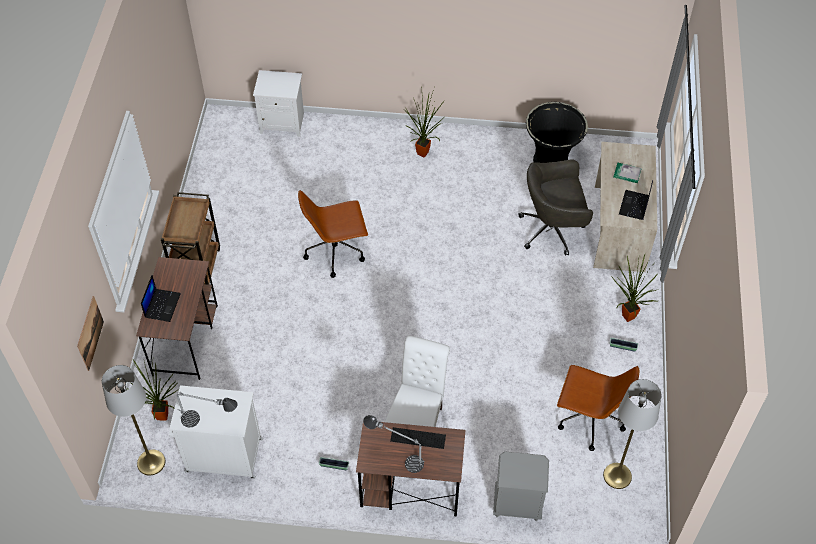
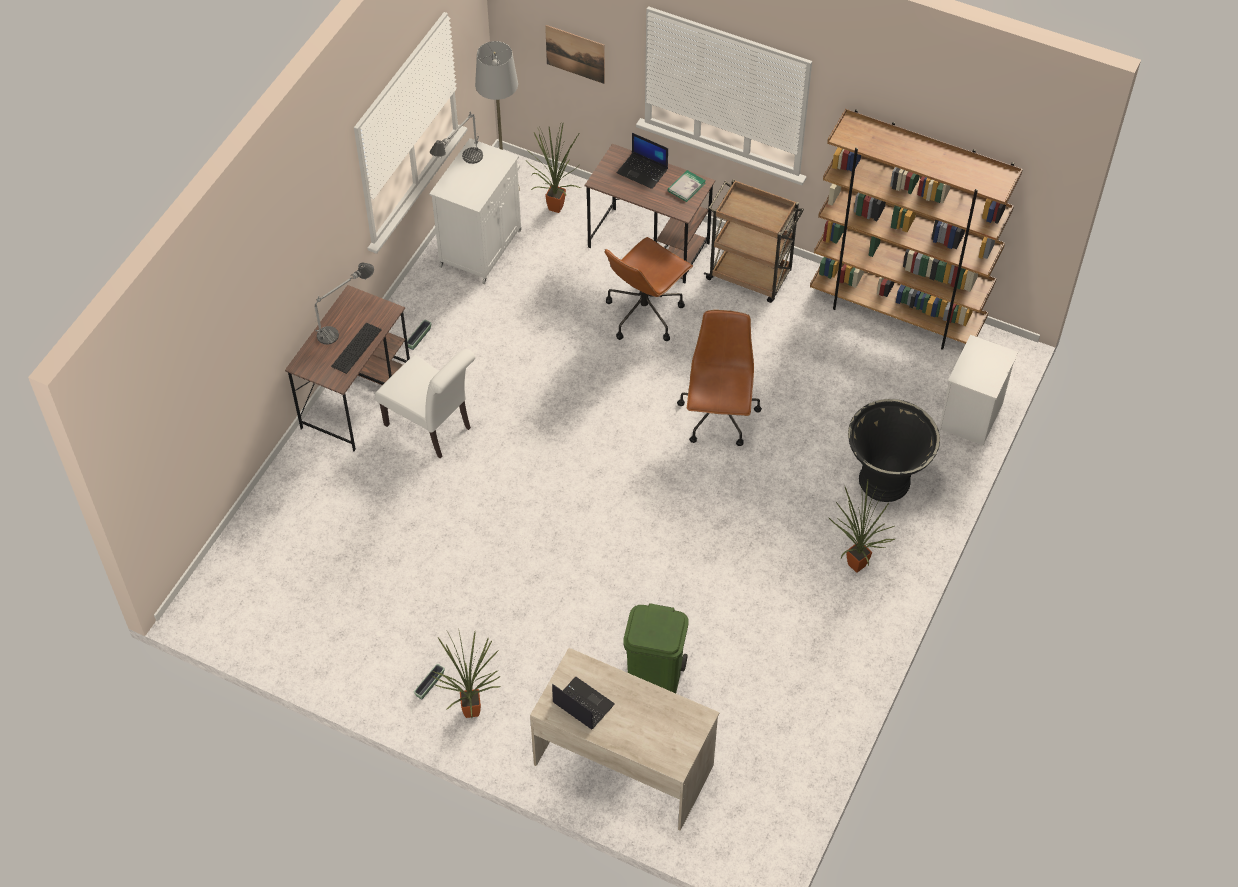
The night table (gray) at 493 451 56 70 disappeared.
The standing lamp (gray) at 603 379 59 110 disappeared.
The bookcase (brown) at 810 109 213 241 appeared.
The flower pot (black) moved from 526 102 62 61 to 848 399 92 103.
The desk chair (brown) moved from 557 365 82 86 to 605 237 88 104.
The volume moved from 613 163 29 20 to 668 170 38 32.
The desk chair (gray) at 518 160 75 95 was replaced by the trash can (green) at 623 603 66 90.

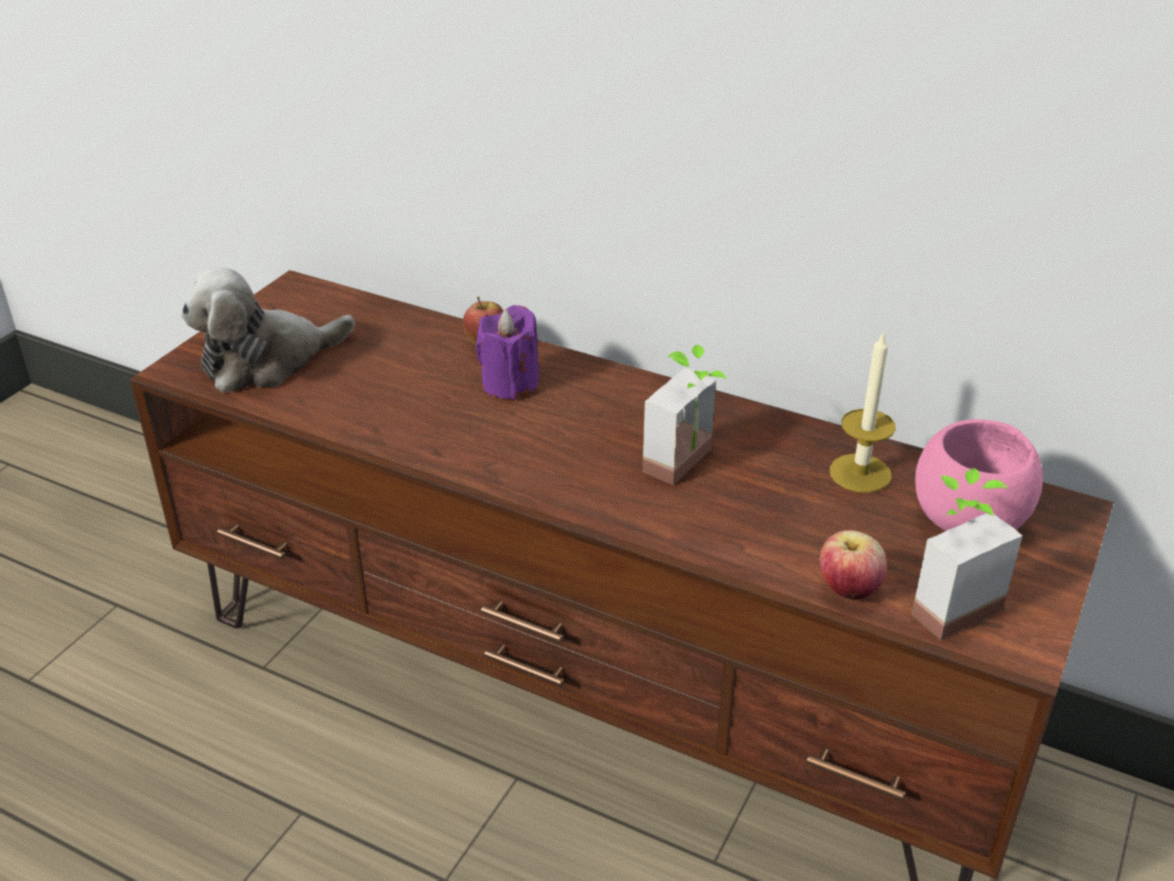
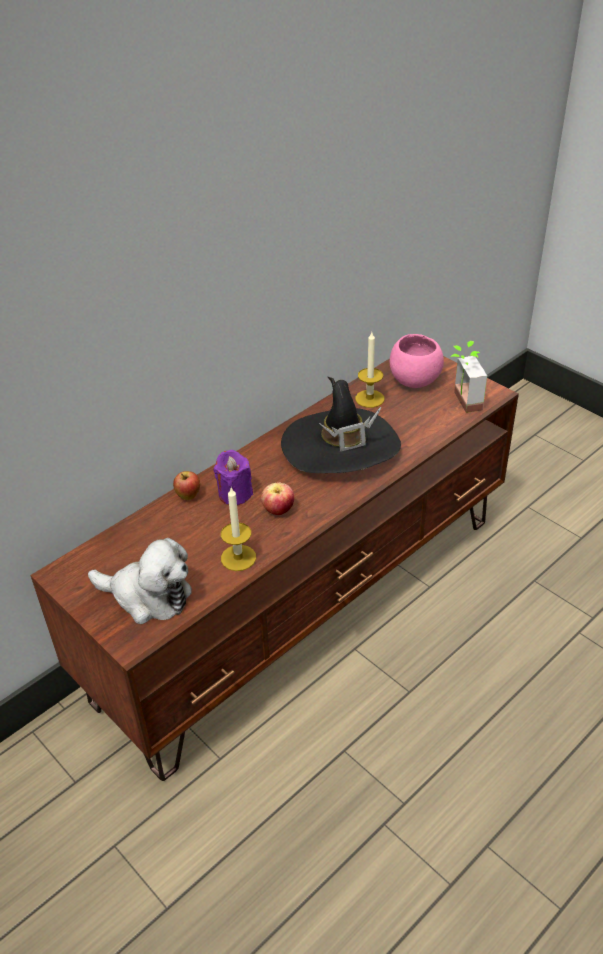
The wax light at 221 488 35 83 appeared.
The apple fruit moved from 819 530 68 69 to 261 482 33 33.
The plant in a pot at 642 345 85 140 was replaced by the clothing hat (black) at 281 376 120 97.
The plush toy at 181 268 174 125 turned 60 degrees counterclockwise.

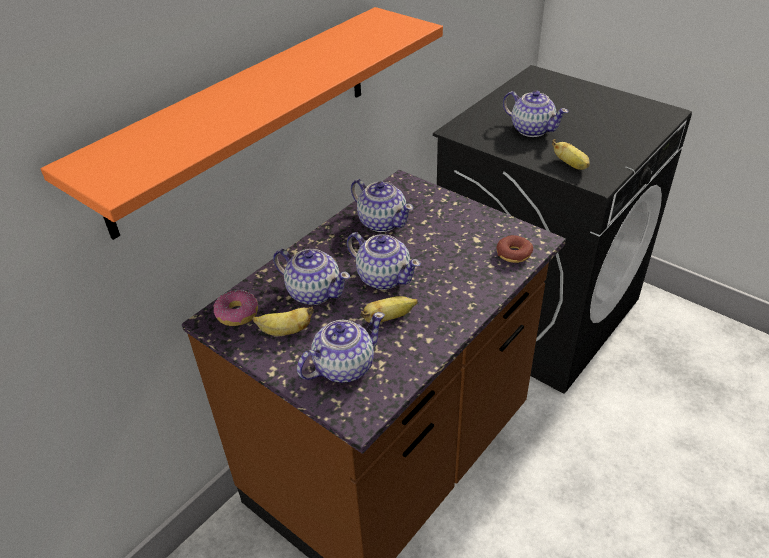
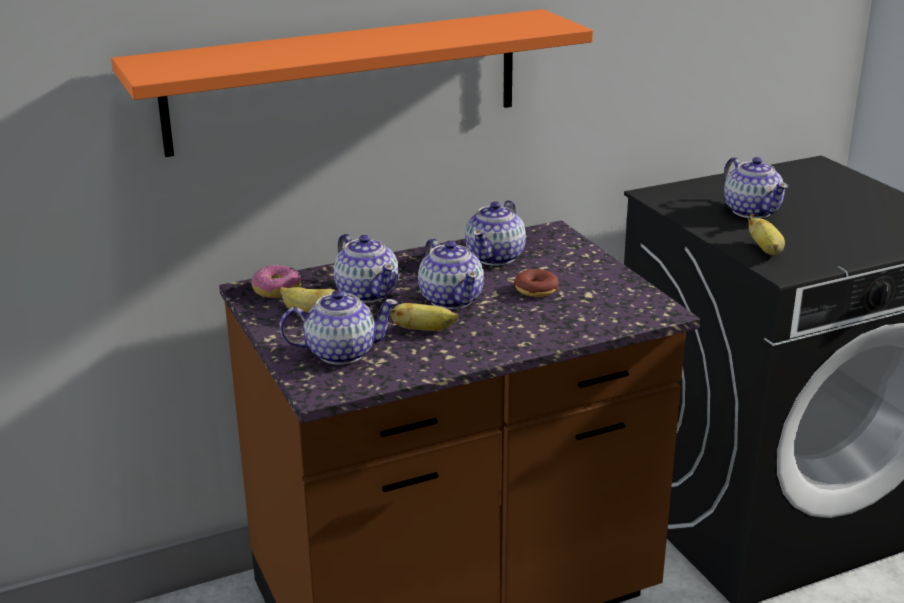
The donut moved from 496 235 37 28 to 514 269 45 28.
The tea pot at 351 179 62 53 turned 45 degrees clockwise.

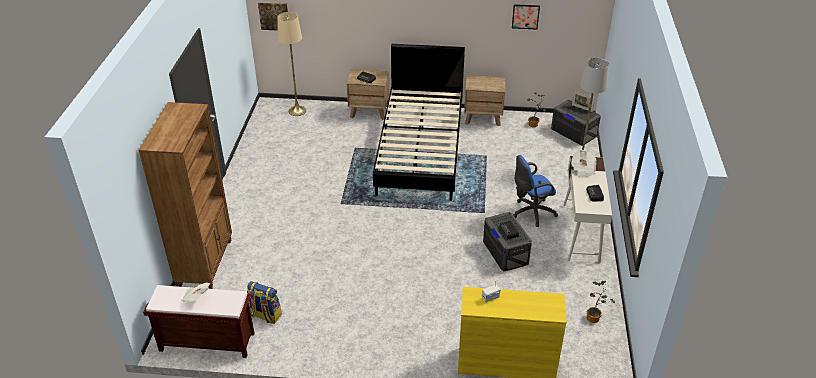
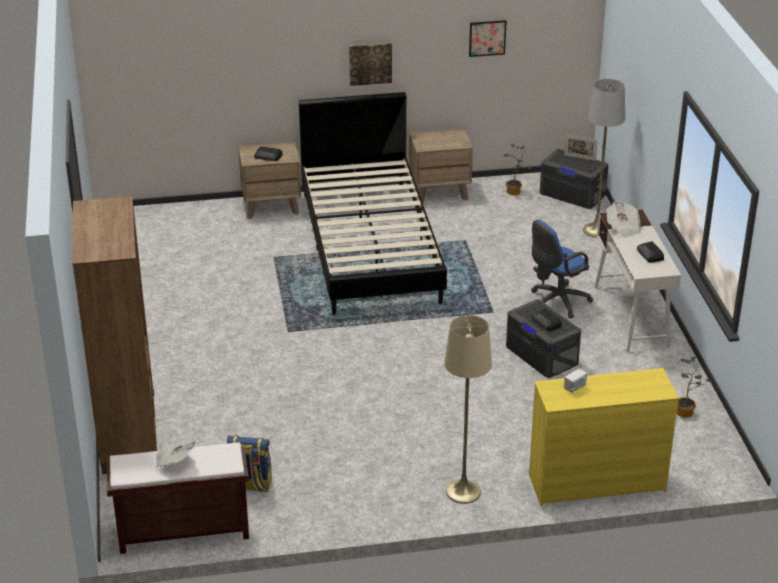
The wall picture moved from 258 2 30 29 to 349 43 43 43.
The standing lamp (sand-coloured) moved from 277 12 29 104 to 444 315 48 189.

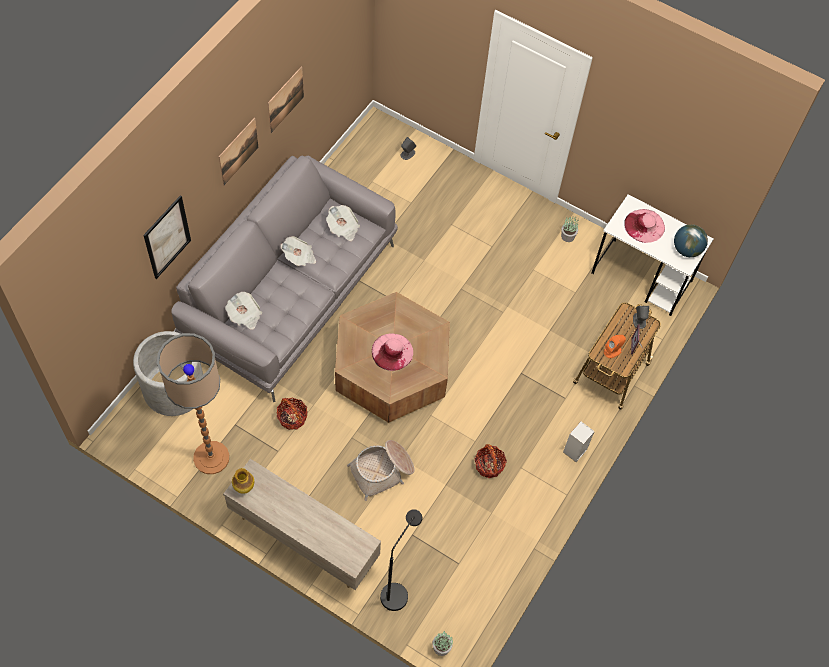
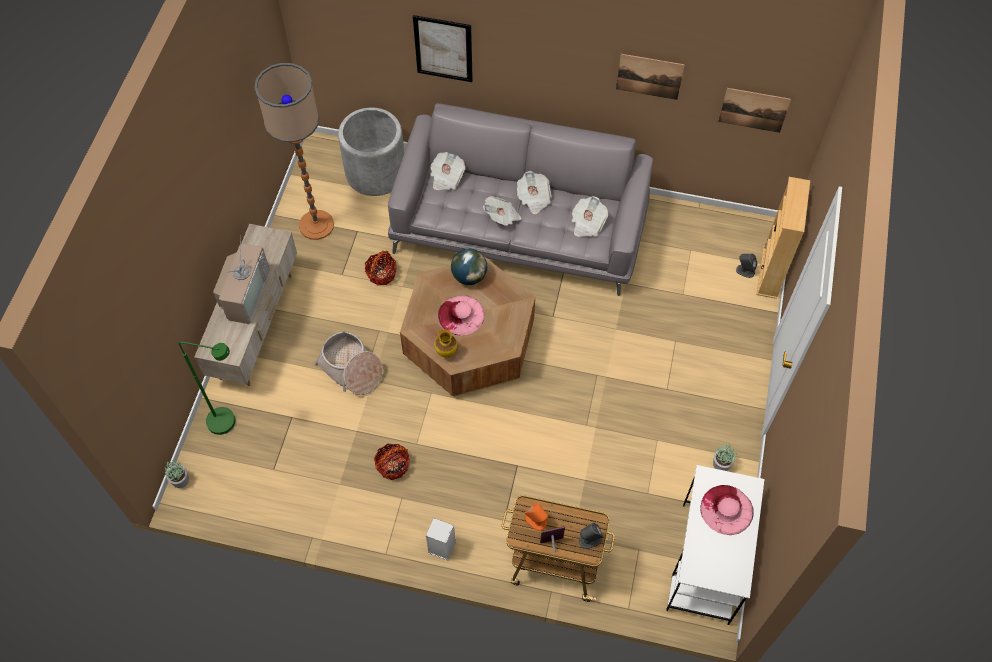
The TV set at 213 240 57 84 appeared.
The printed paper at 483 196 38 30 appeared.
The bookcase (sand-coloured) at 757 177 53 122 appeared.
The wall picture moved from 219 118 39 67 to 718 88 73 45.
The vase moved from 232 468 22 26 to 434 329 23 29.
The world globe moved from 674 224 34 33 to 451 249 36 36.
The standing lamp (black) at 380 509 42 102 became the standing lamp (green) at 179 342 56 93.

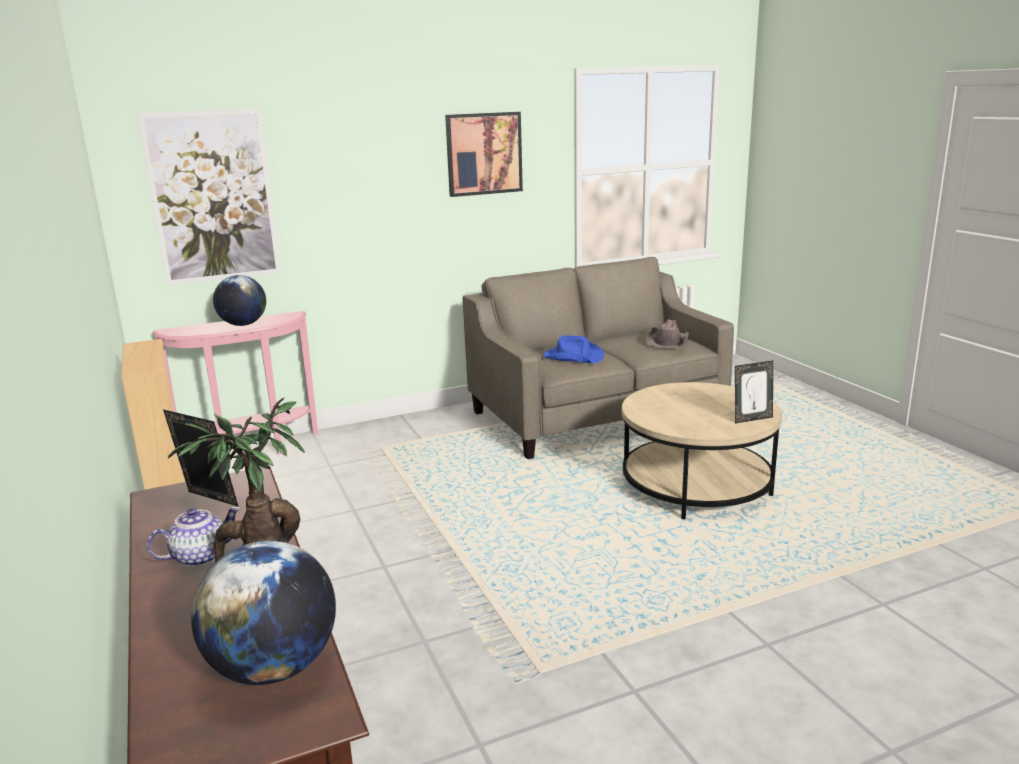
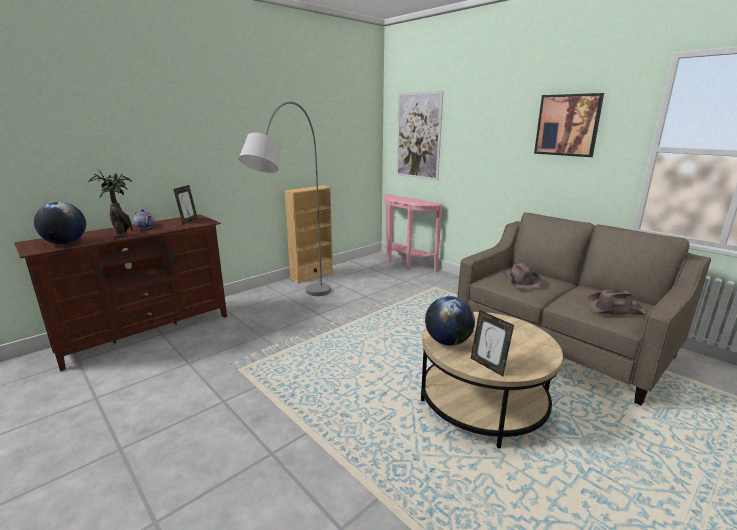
The standing lamp (gray) at 239 102 92 194 appeared.
The world globe moved from 213 275 53 51 to 425 296 50 50.
The clothing hat (blue-coloured) at 543 336 62 27 became the clothing hat (brown) at 503 263 39 26.

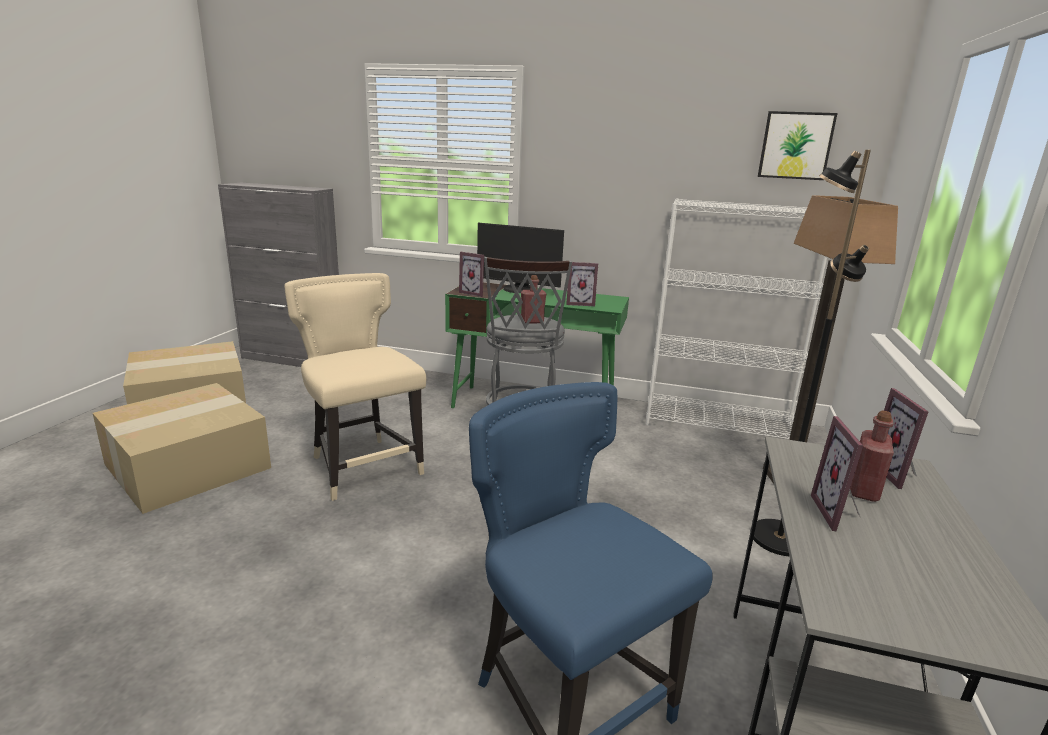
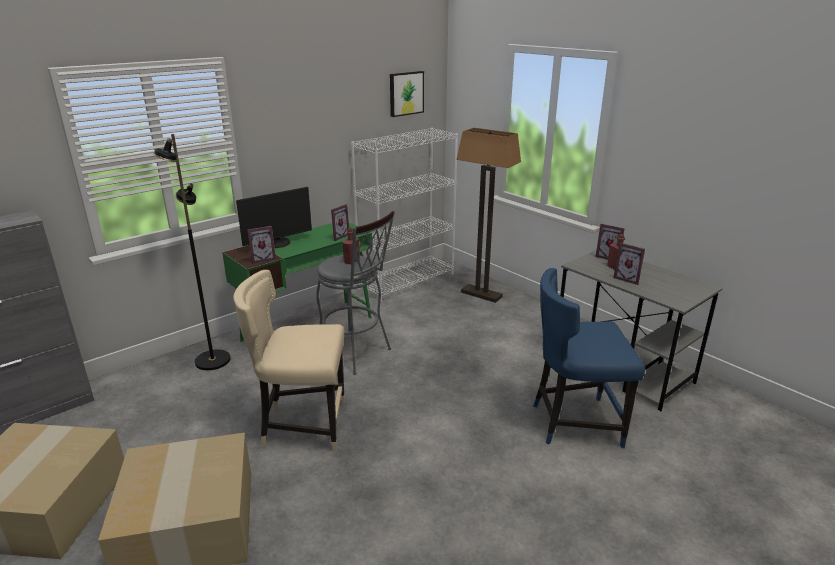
The standing lamp (black) moved from 750 150 121 406 to 153 134 77 236.

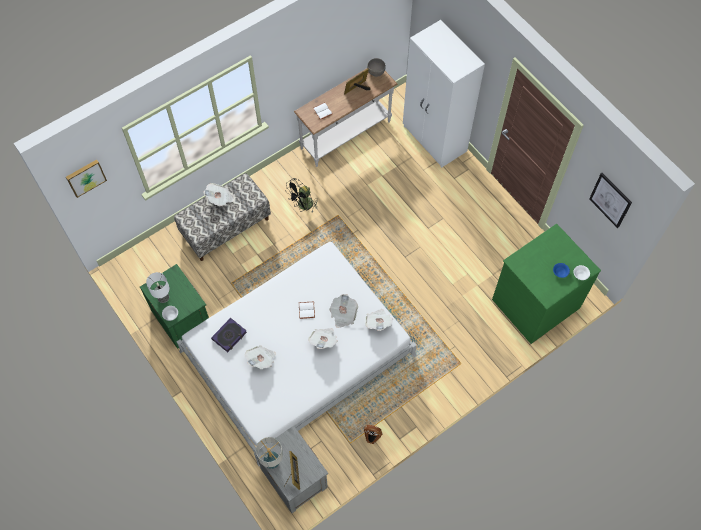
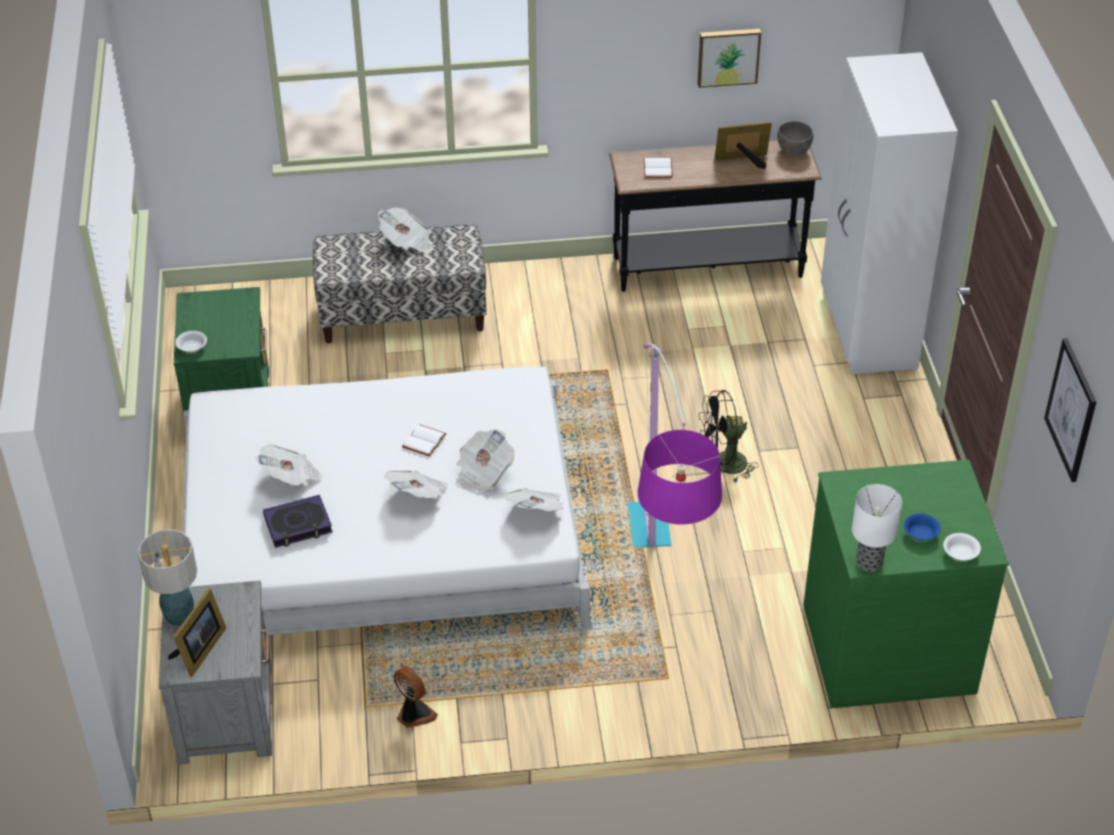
The standing lamp at 628 343 94 204 appeared.
The wall picture moved from 66 159 41 39 to 697 29 64 59.
The tabletop lamp moved from 146 272 24 31 to 852 484 50 88.
The volume moved from 211 318 36 34 to 263 495 70 53.
The electric fan (black) moved from 285 178 32 34 to 699 390 60 92.
The narrow table (white) at 294 68 104 99 became the narrow table (black) at 609 140 213 152.

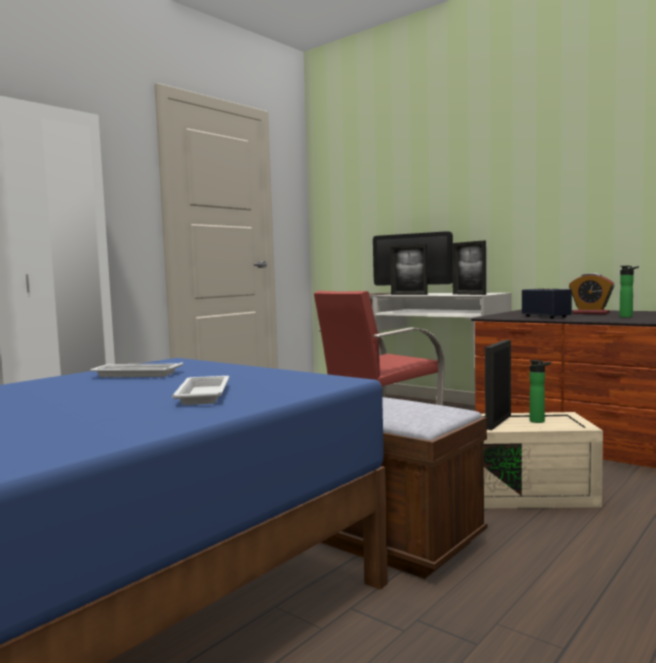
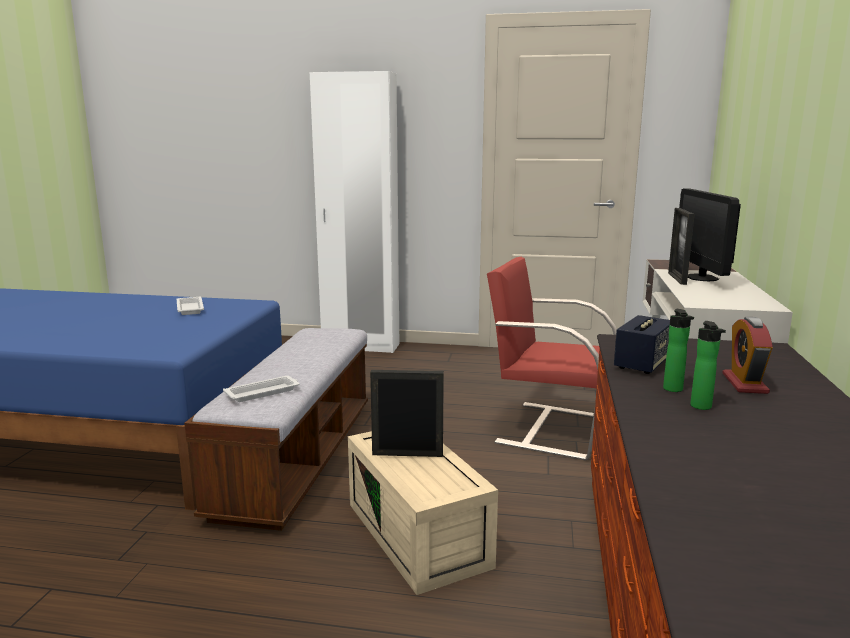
The photo frame at 452 241 34 54 disappeared.
The tray (white) moved from 172 376 57 29 to 223 376 76 26.
The bottle moved from 529 360 22 63 to 663 309 31 83.

